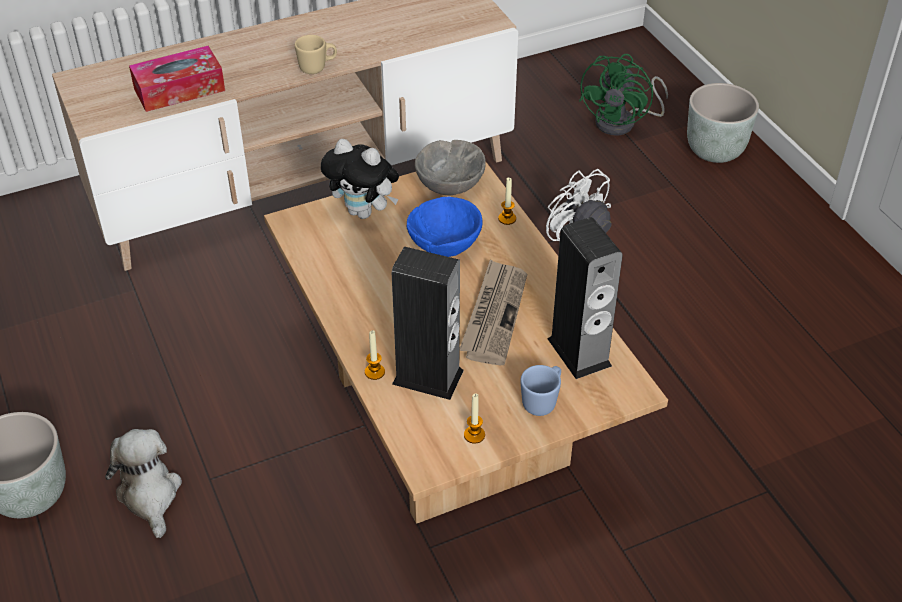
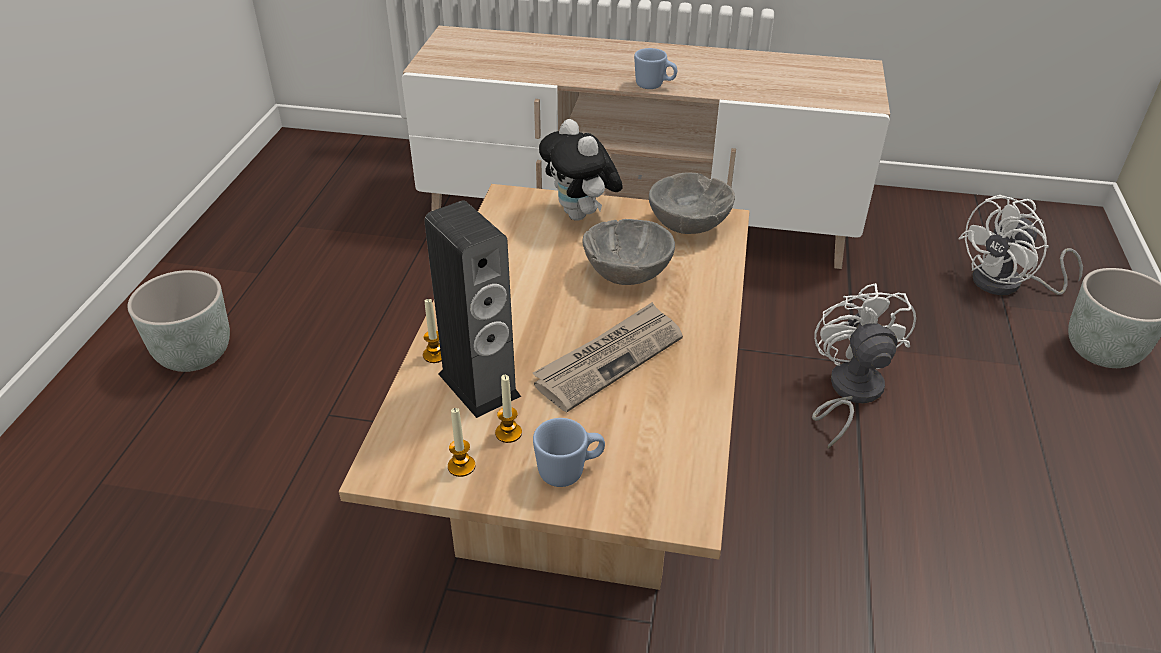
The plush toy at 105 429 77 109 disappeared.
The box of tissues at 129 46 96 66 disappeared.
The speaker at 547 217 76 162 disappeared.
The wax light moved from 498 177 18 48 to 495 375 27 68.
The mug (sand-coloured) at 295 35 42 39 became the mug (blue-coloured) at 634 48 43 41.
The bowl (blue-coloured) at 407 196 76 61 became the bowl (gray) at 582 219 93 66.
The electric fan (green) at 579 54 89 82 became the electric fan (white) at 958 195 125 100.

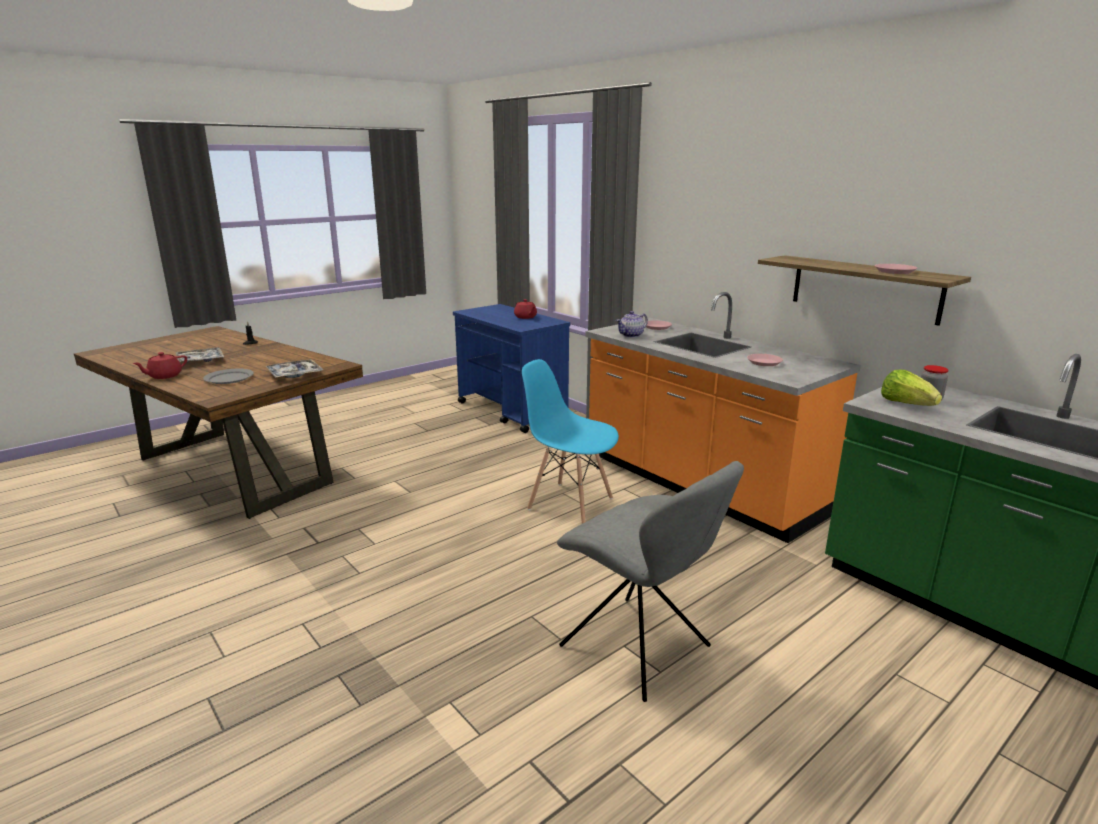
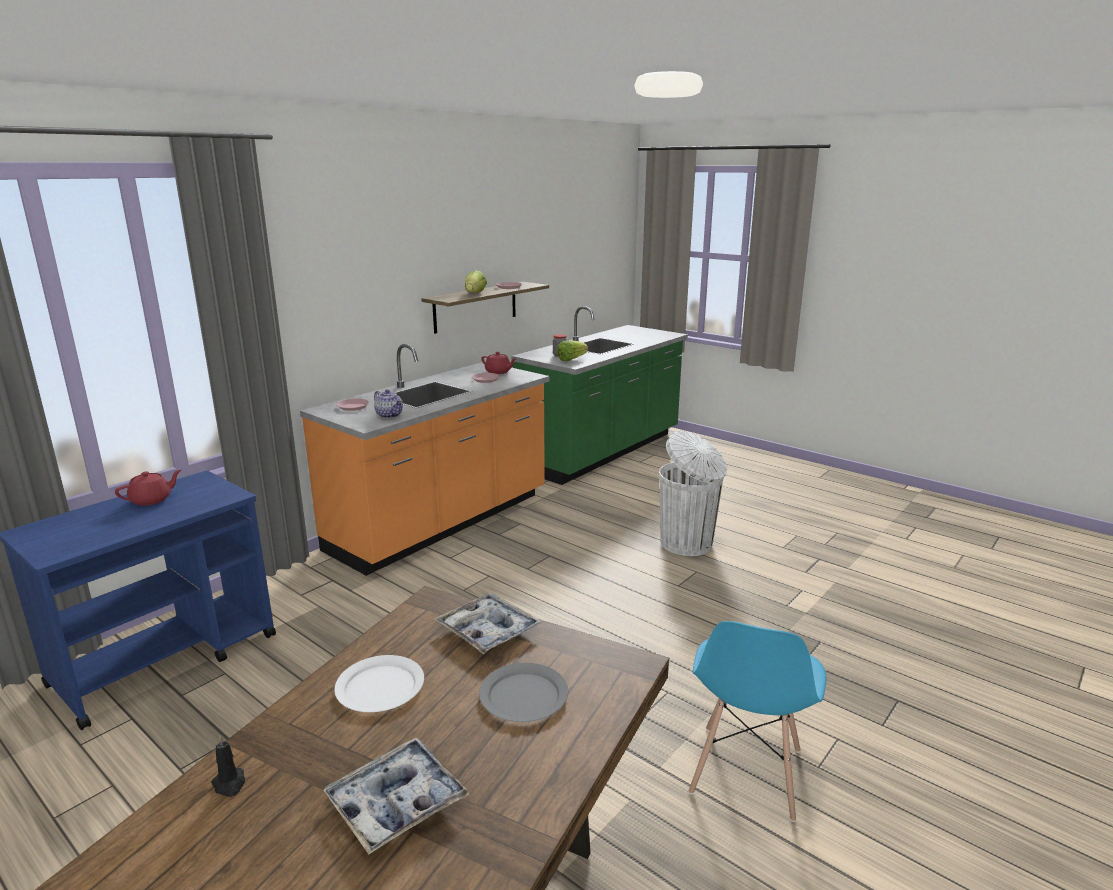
The flat dish (white) at 334 655 90 57 appeared.
The lettuce at 465 270 22 23 appeared.
The tea pot (red) moved from 133 352 54 27 to 481 352 35 22.
The chair (blue-coloured) moved from 522 359 97 165 to 689 621 138 201.
The chair (gray) at 557 461 187 241 was replaced by the trash can (white) at 659 431 68 125.

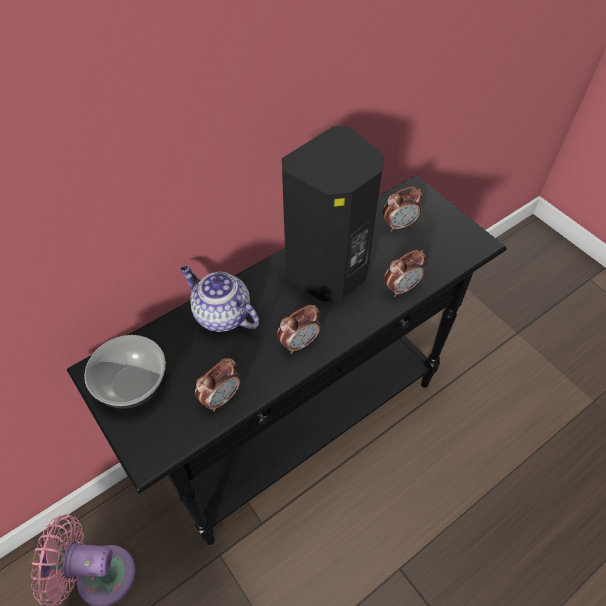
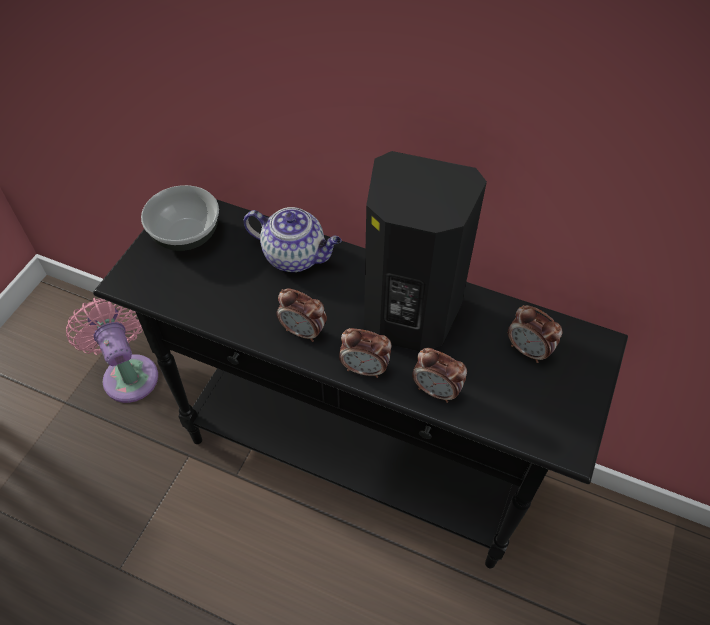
The bedside clock moved from 195 358 46 53 to 339 328 52 50.
The tea pot at 180 266 79 66 turned 105 degrees clockwise.

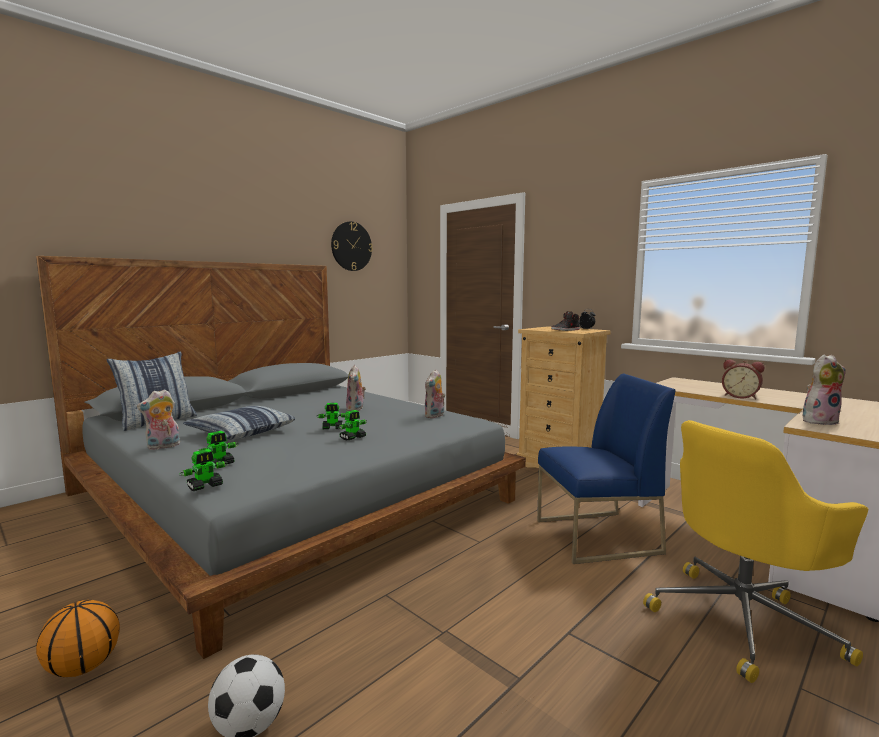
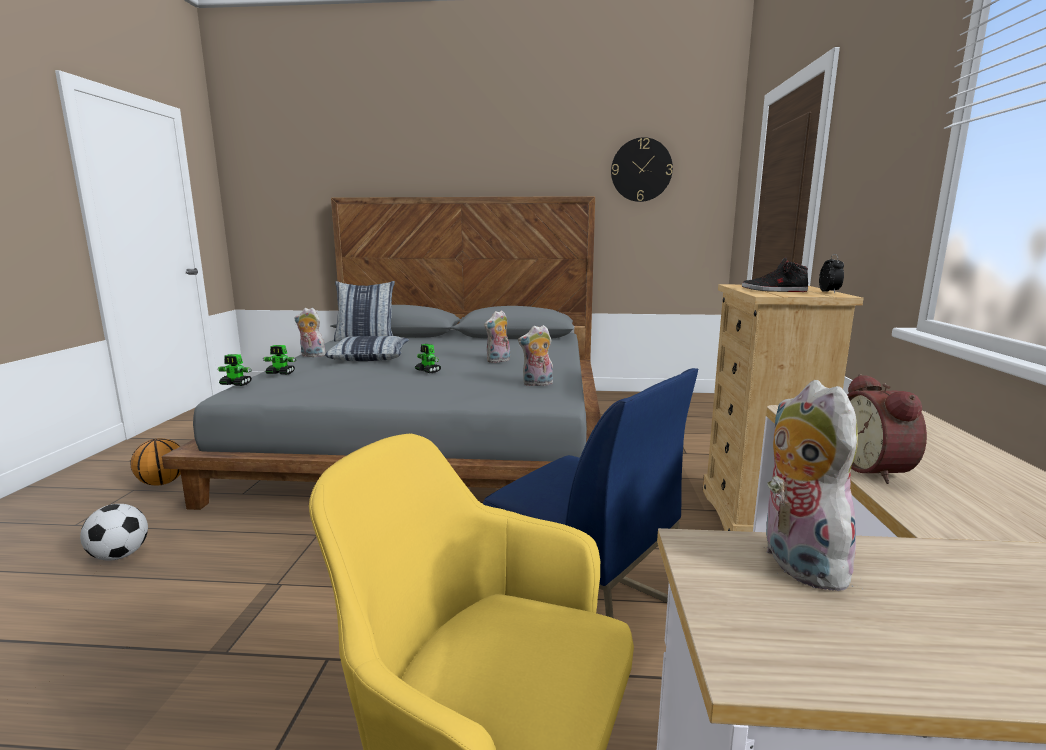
The toy robot at 338 410 29 30 disappeared.
The plush toy at 802 355 44 70 turned 135 degrees counterclockwise.

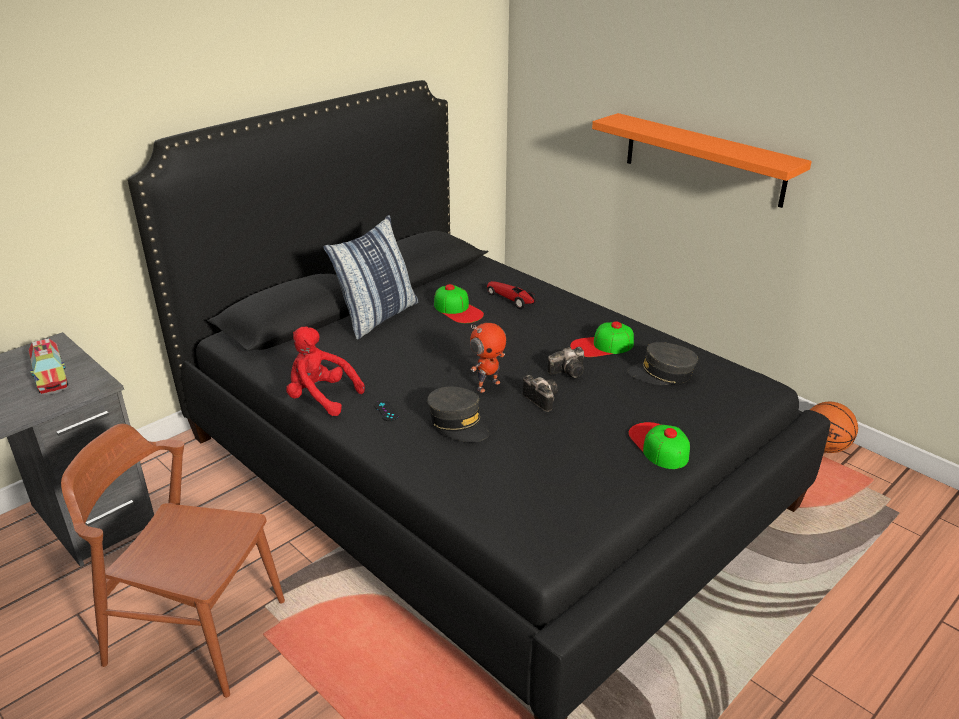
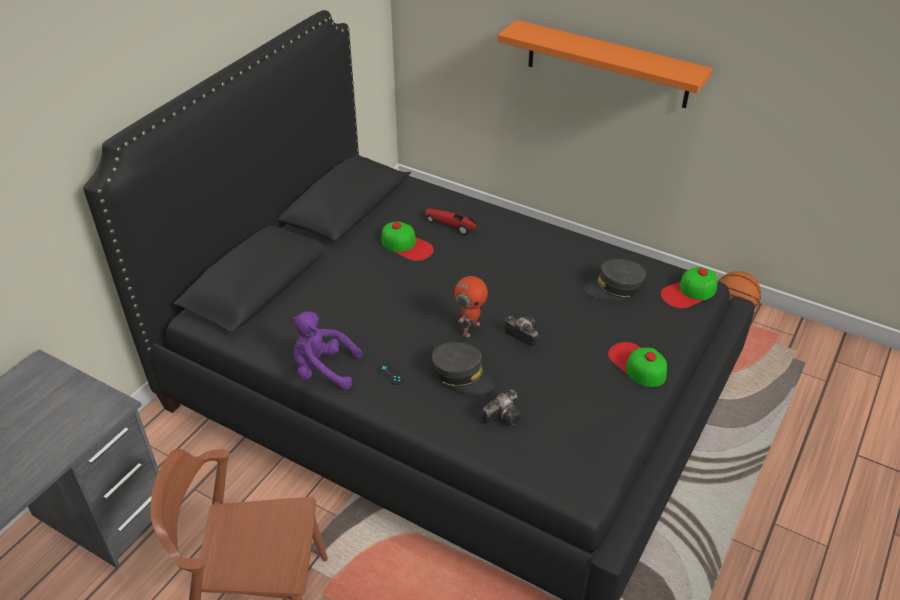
The toy lorry at 28 338 40 57 disappeared.
The cushion at 323 215 95 125 disappeared.
The photo camera moved from 547 347 37 31 to 483 389 38 36.
The cap moved from 570 321 64 36 to 661 267 57 41.
The plush toy (red) at 286 326 79 90 became the plush toy (purplish) at 292 312 70 78.

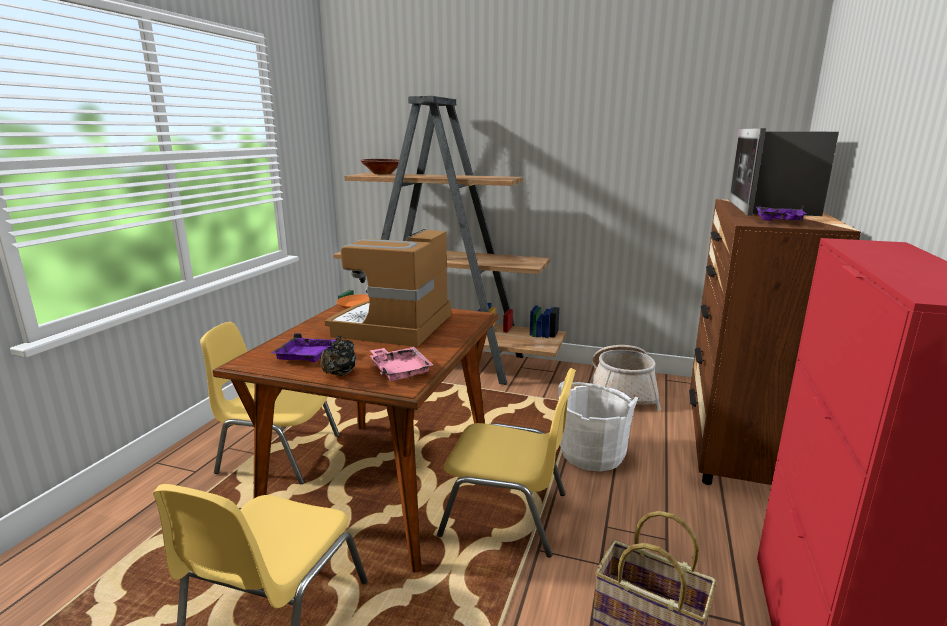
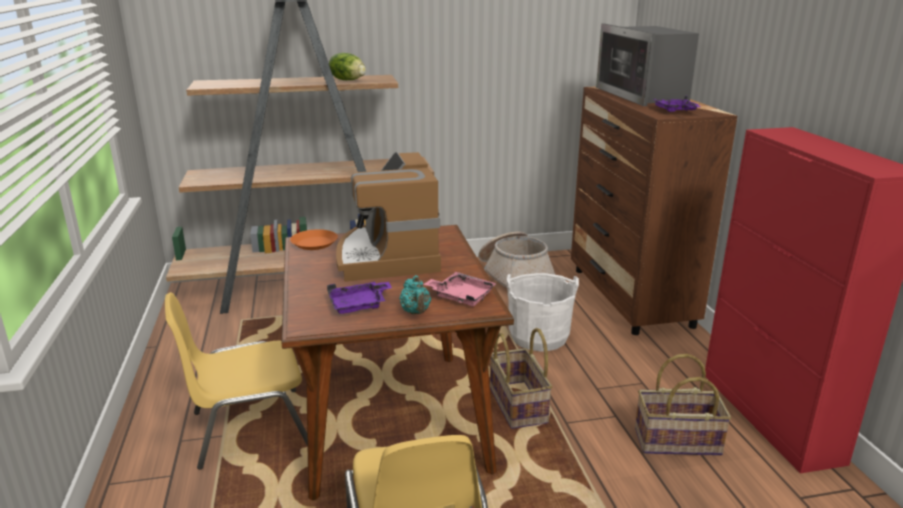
The bowl (brown) at 360 159 39 16 disappeared.
The lettuce at 329 53 37 27 appeared.
The chair (yellowish) at 437 368 139 190 was replaced by the household basket at 490 328 62 101.
The tea pot (black) at 321 336 35 40 became the tea pot (blue-green) at 399 275 32 39.

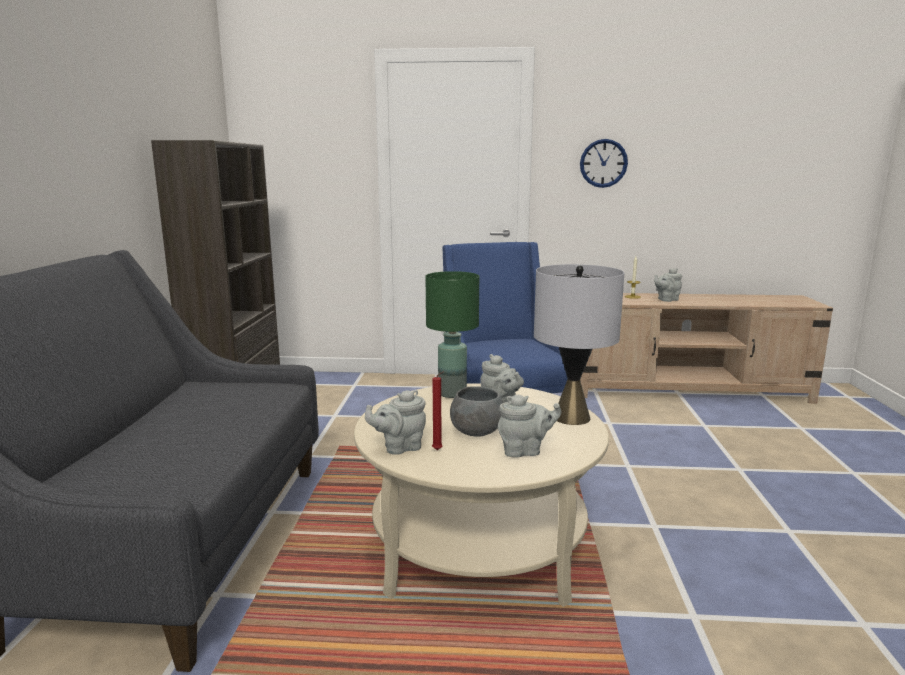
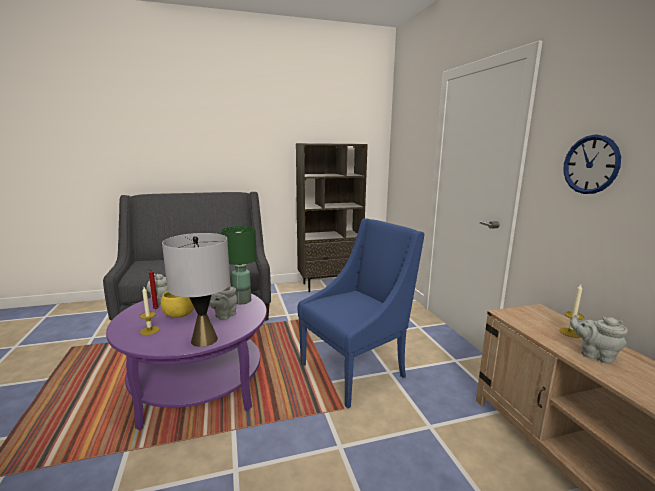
The tea pot (gray) at 498 394 63 64 was replaced by the wax light at 139 287 20 48.
The lounge table (sand-coloured) at 354 383 255 224 became the lounge table (purplish) at 106 293 161 138.
The bowl (gray) at 450 386 53 51 became the bowl (yellowish) at 161 291 33 27.

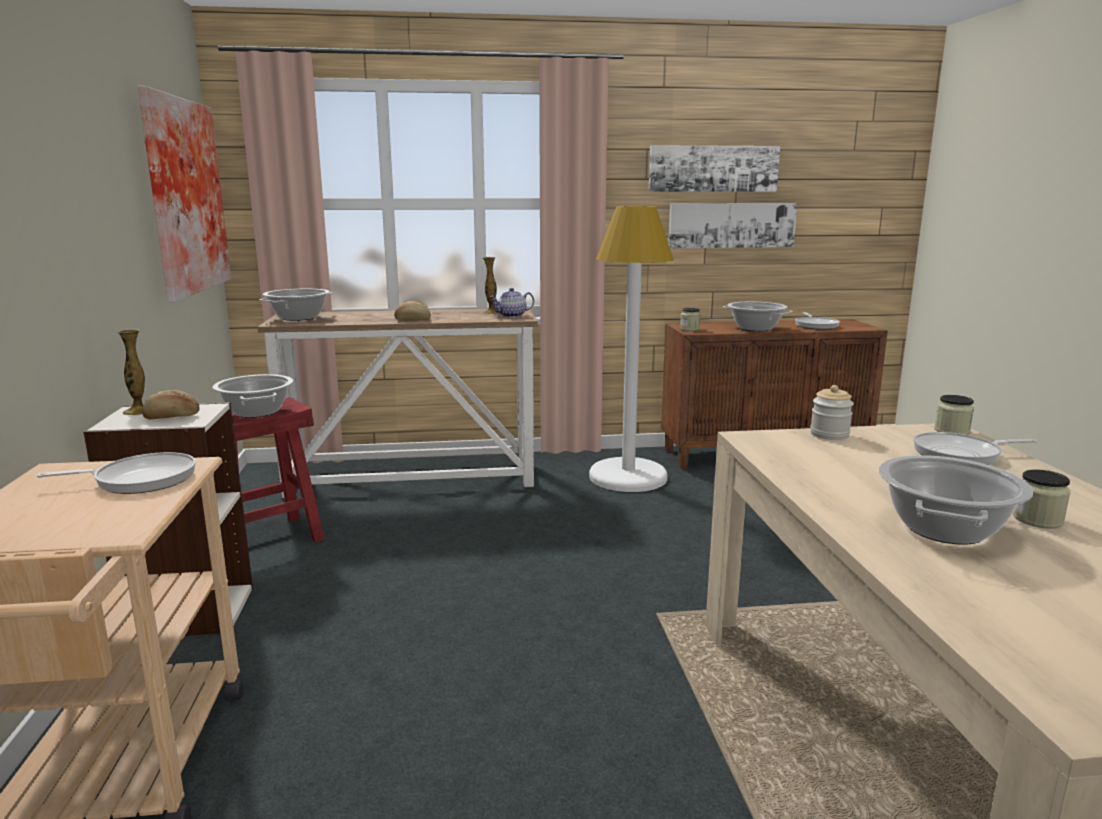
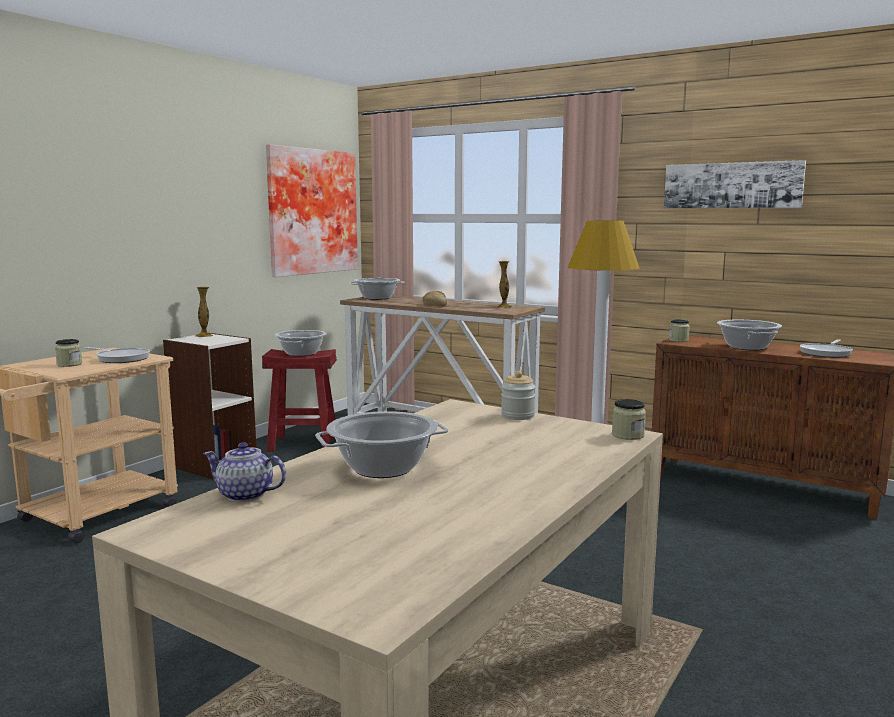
The bread at 142 390 58 29 disappeared.
The wall picture at 669 203 129 45 disappeared.
The frying pan at 913 432 124 33 disappeared.
The tea pot moved from 489 288 45 29 to 203 442 83 60.
The storage jar moved from 1013 469 58 60 to 55 339 27 28.

